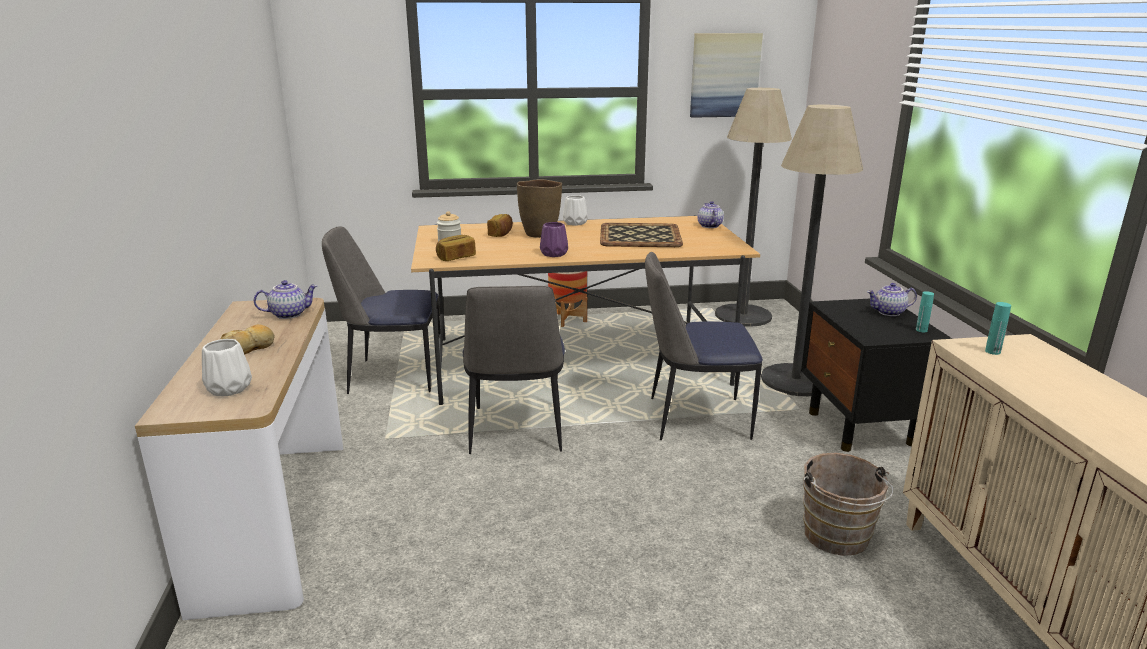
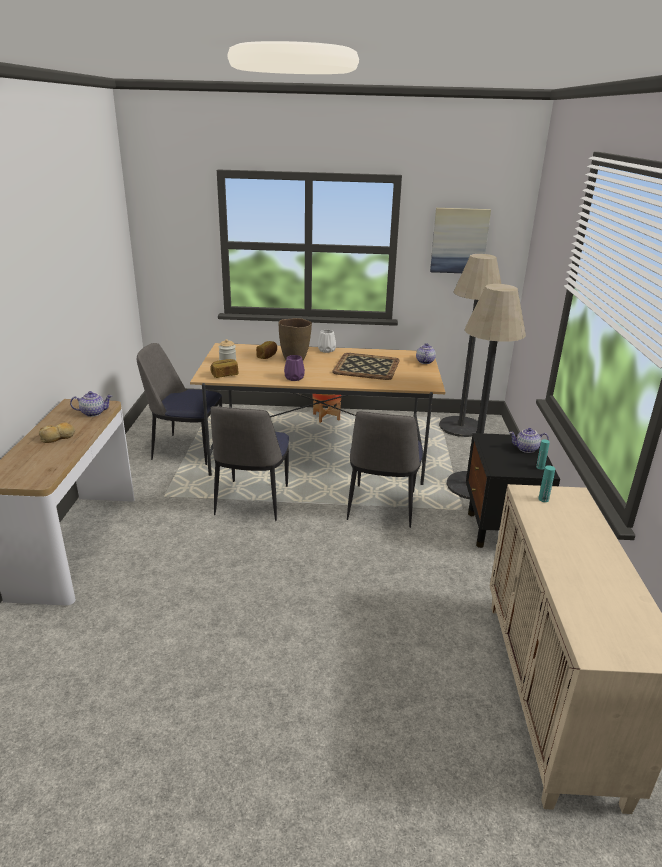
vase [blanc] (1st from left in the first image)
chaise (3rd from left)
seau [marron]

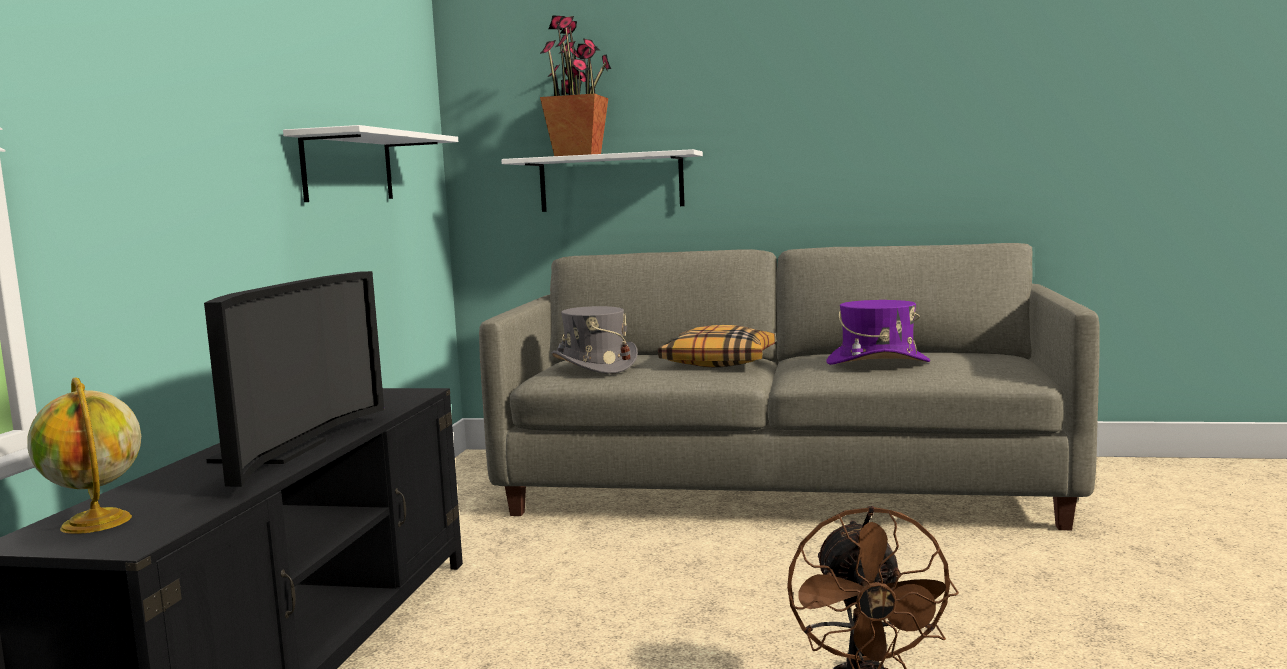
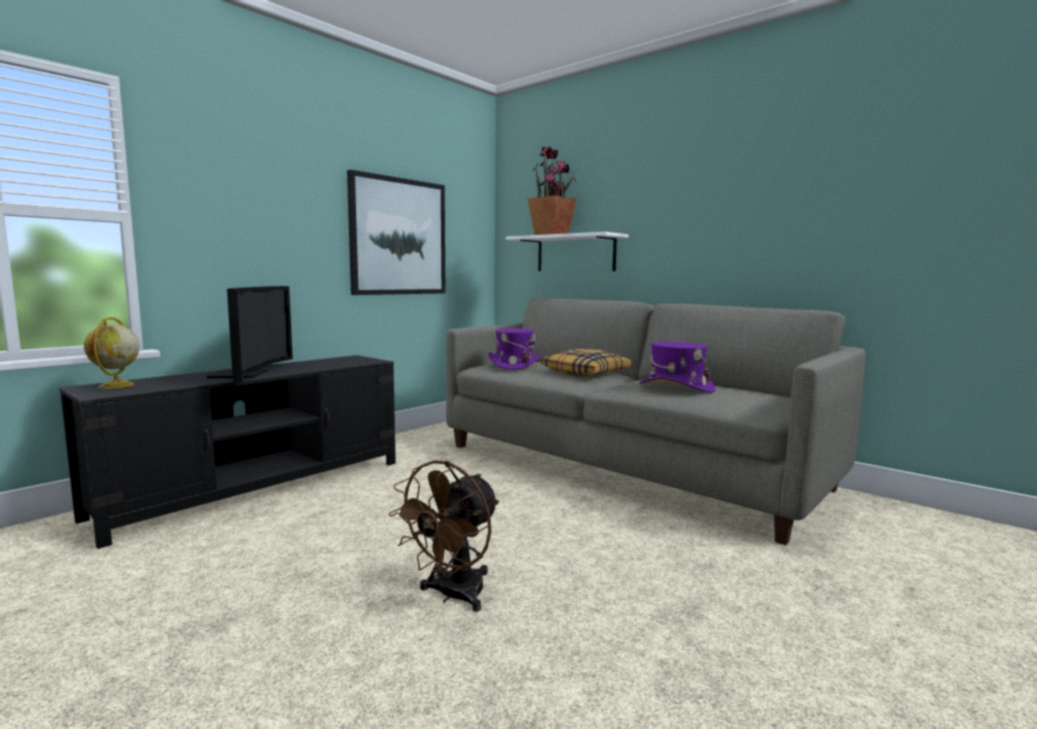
téléviseur
tableau
chapeau [violet] (1st from left)

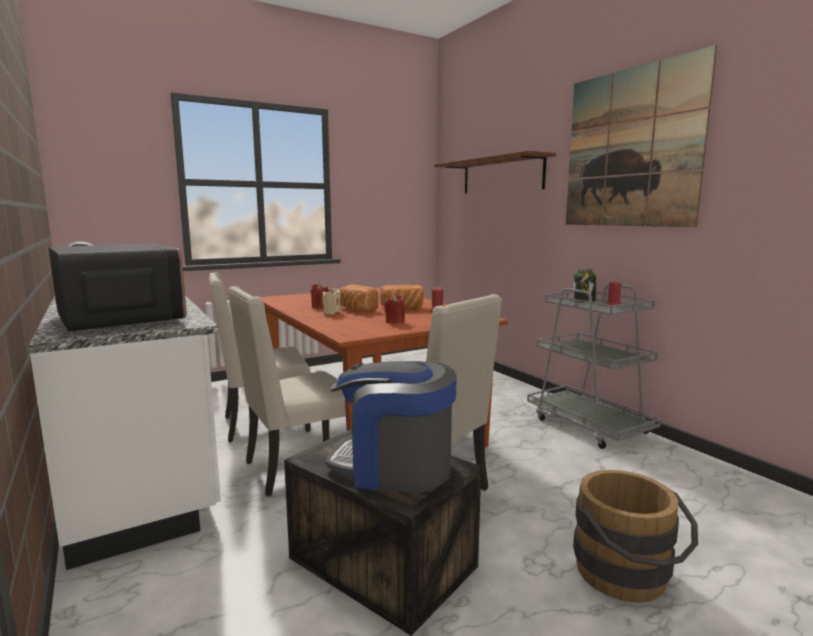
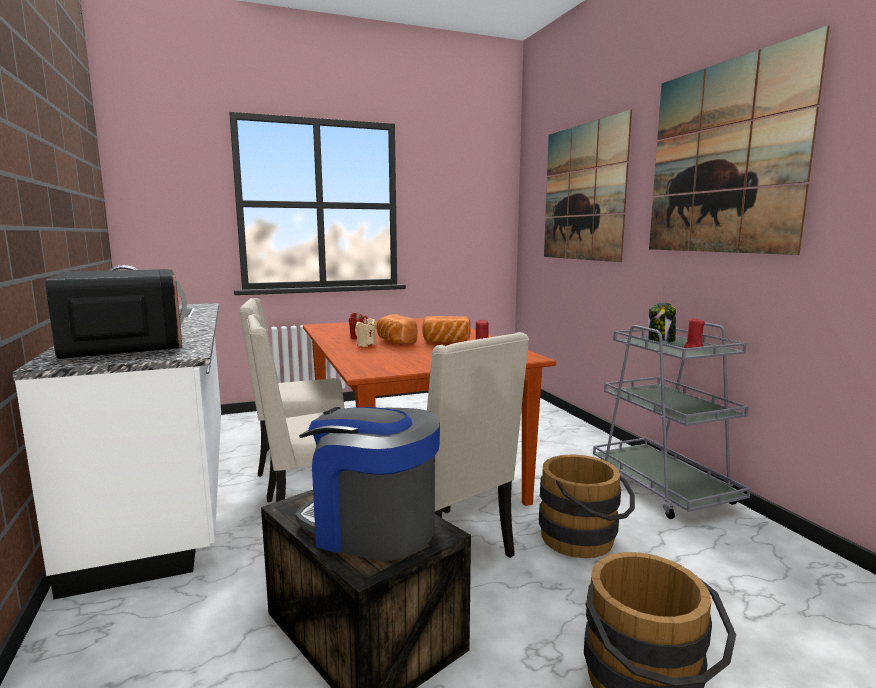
bougie [rouge] (2nd from left in the first image)
tableau (1st from left)
seau [marron] (1st from left)

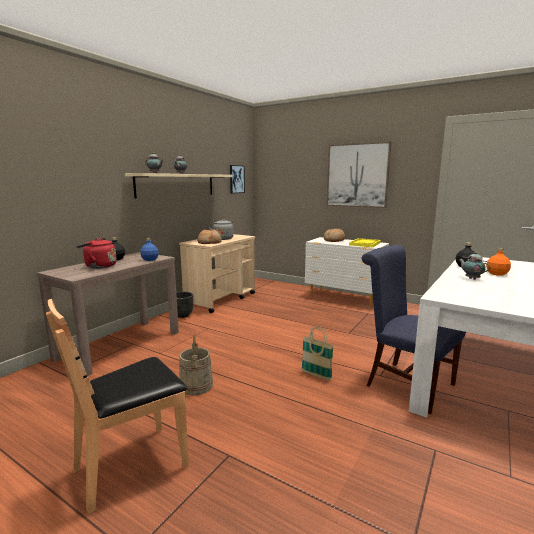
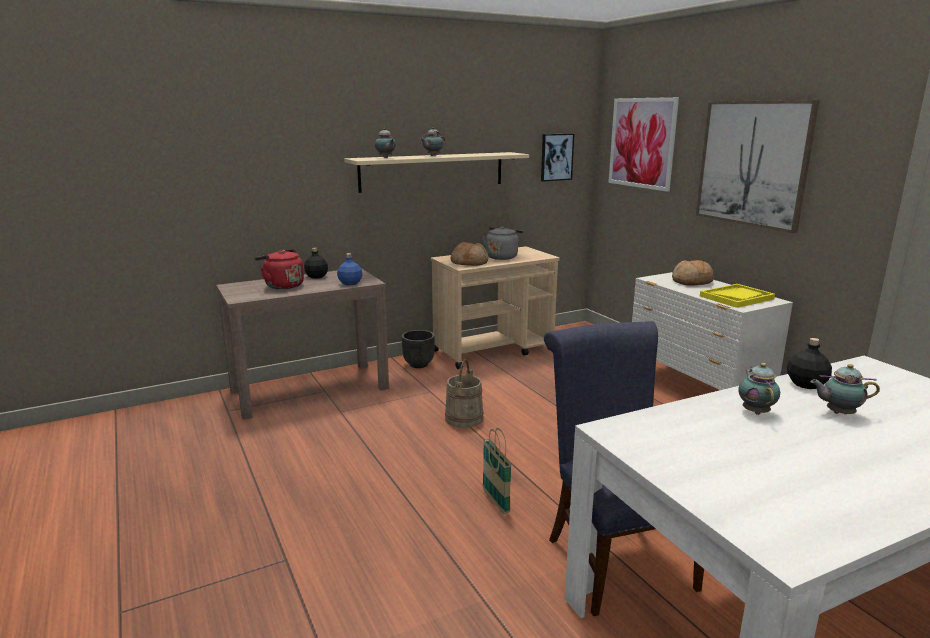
chaise [marron]
seau [beige]
théière (4th from left)
tableau (2nd from left)

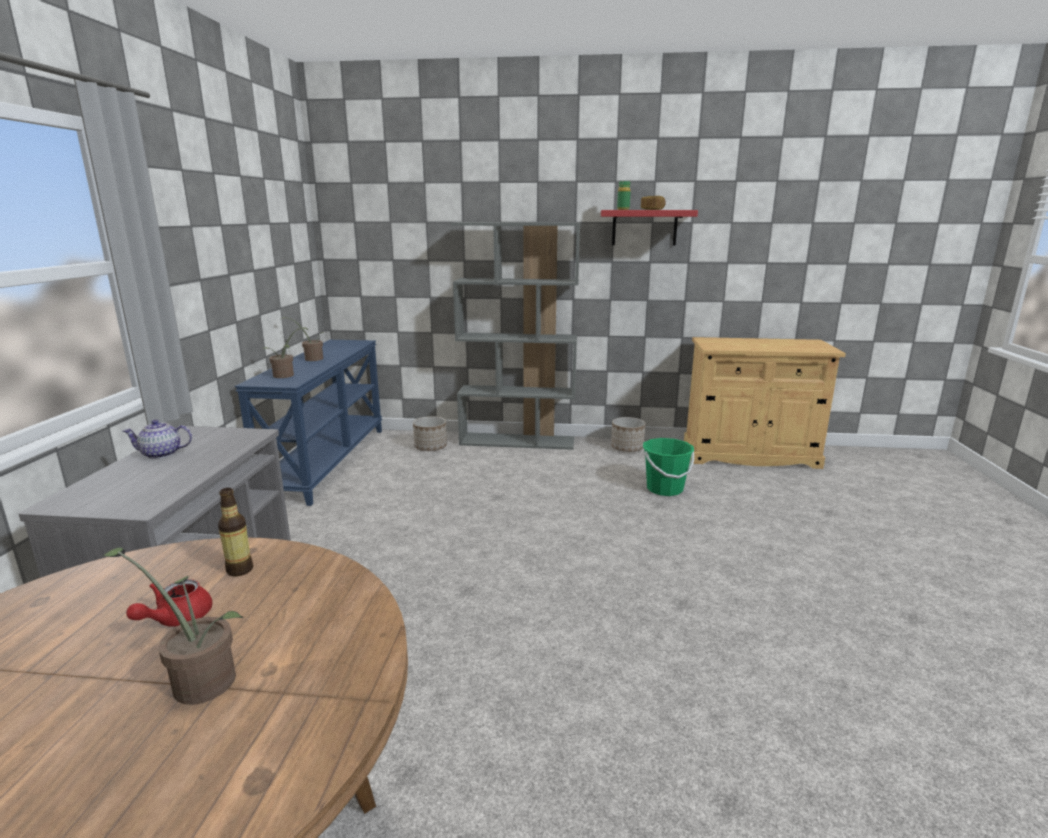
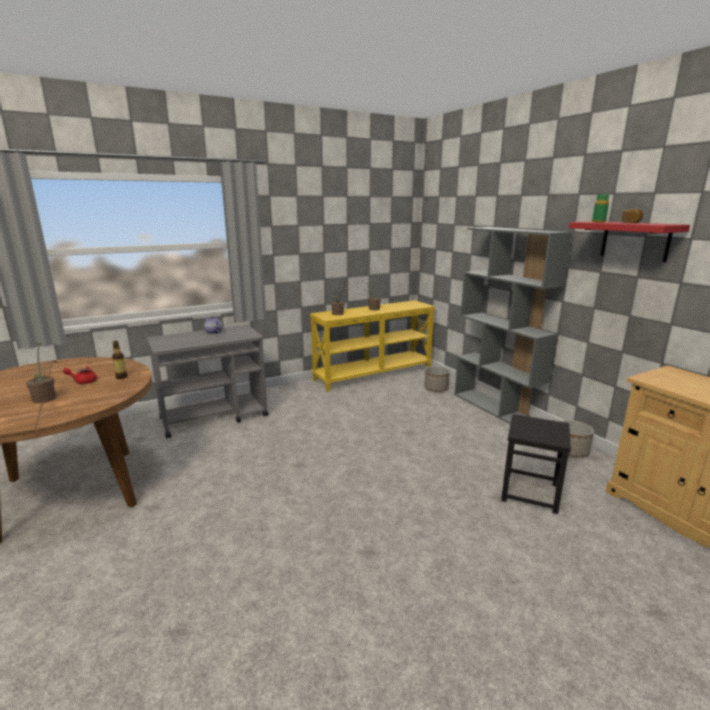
table console [jaune]
tabouret [noir]

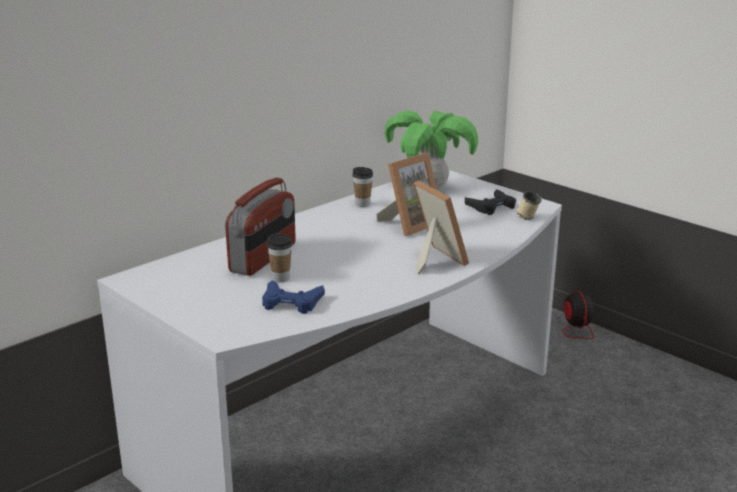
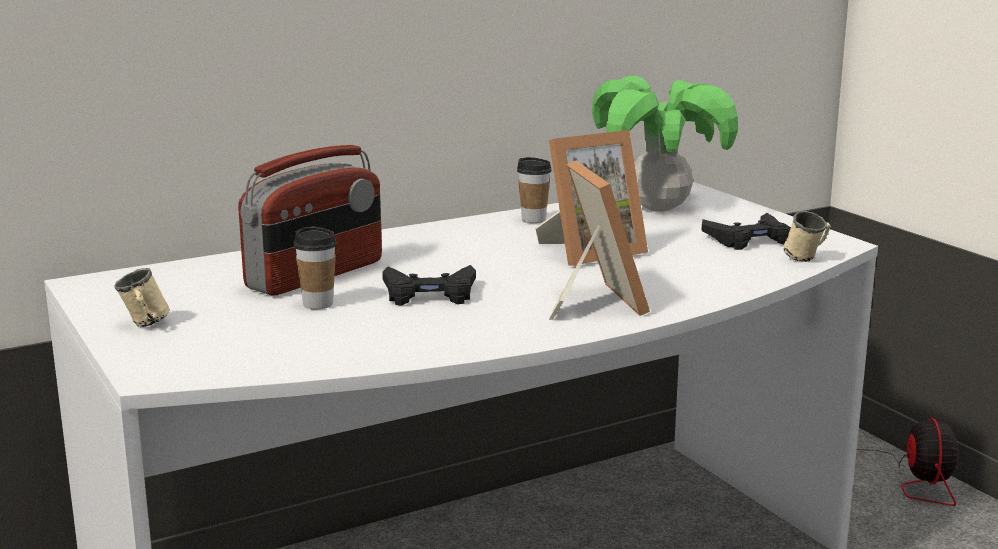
manette [bleu]
mug [beige] (1st from left)
manette [noir] (1st from left)

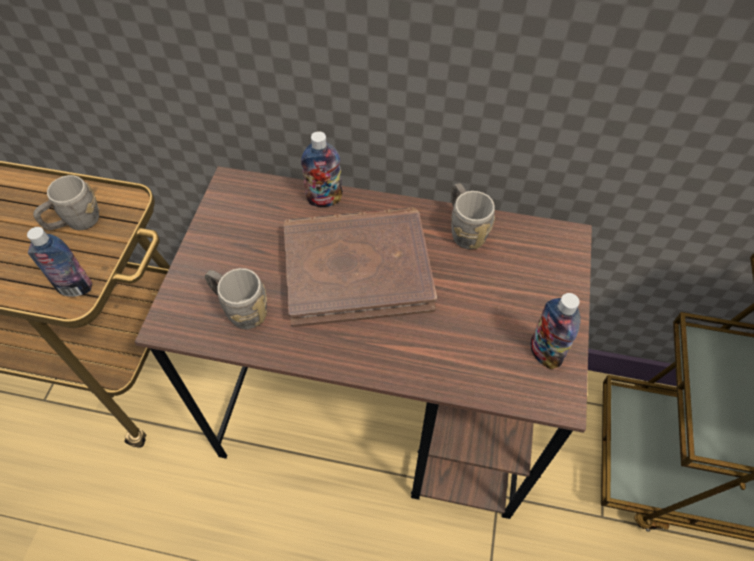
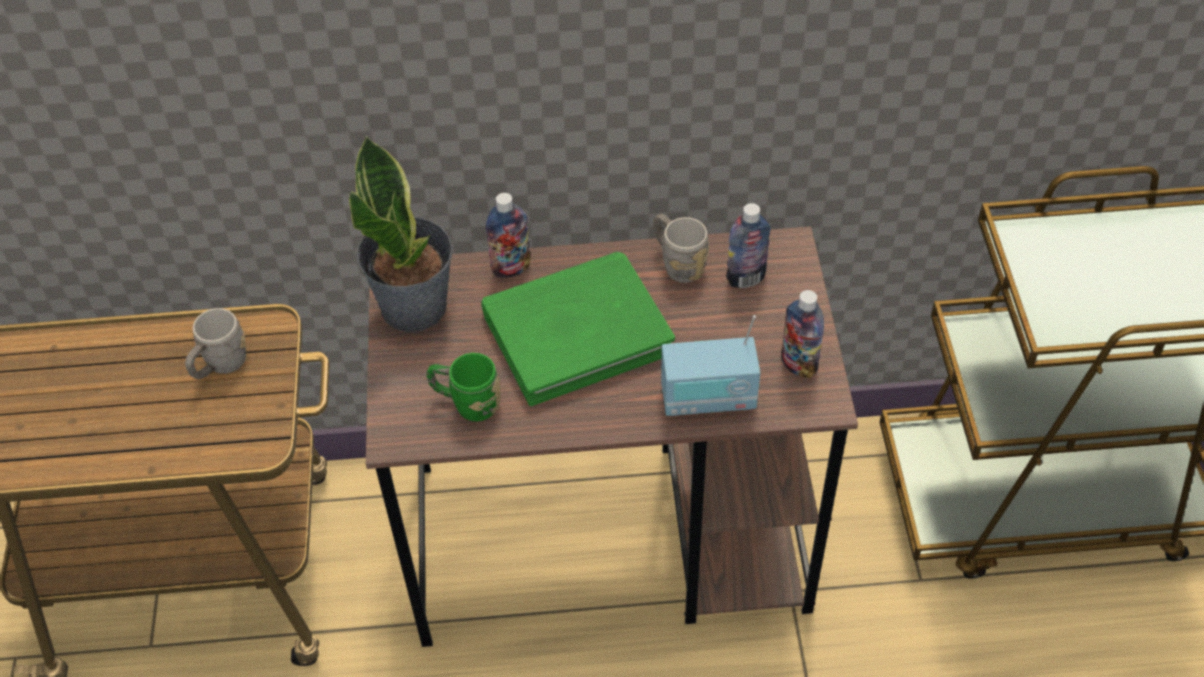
bouteille (2nd from left)
mug [vert]
livre [vert]
plante en pot
radio

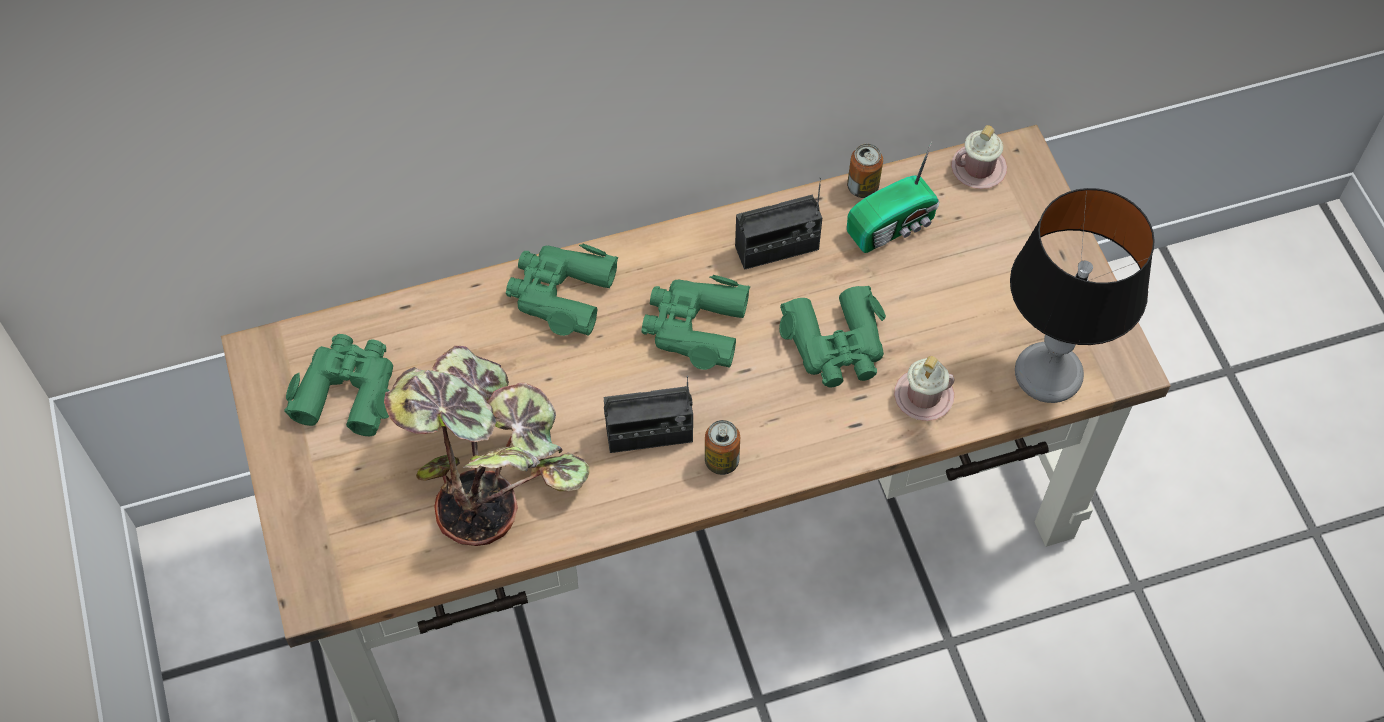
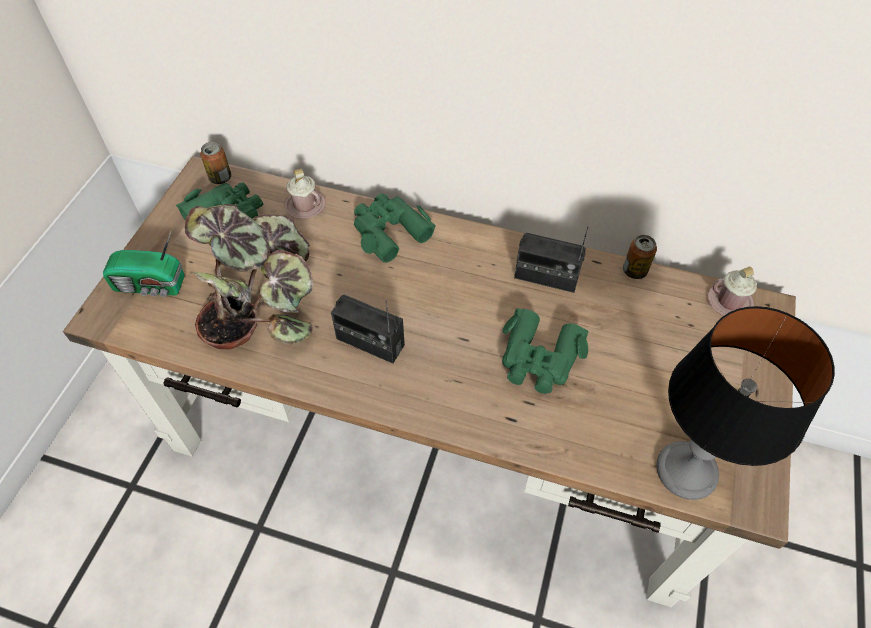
jumelles [vert] (3rd from left in the first image)
boîte métallique (1st from left)
radio (1st from left)
mug [rose] (1st from left)

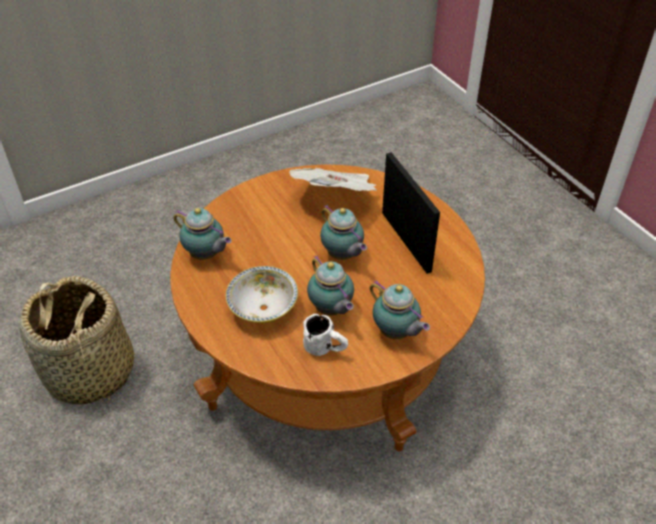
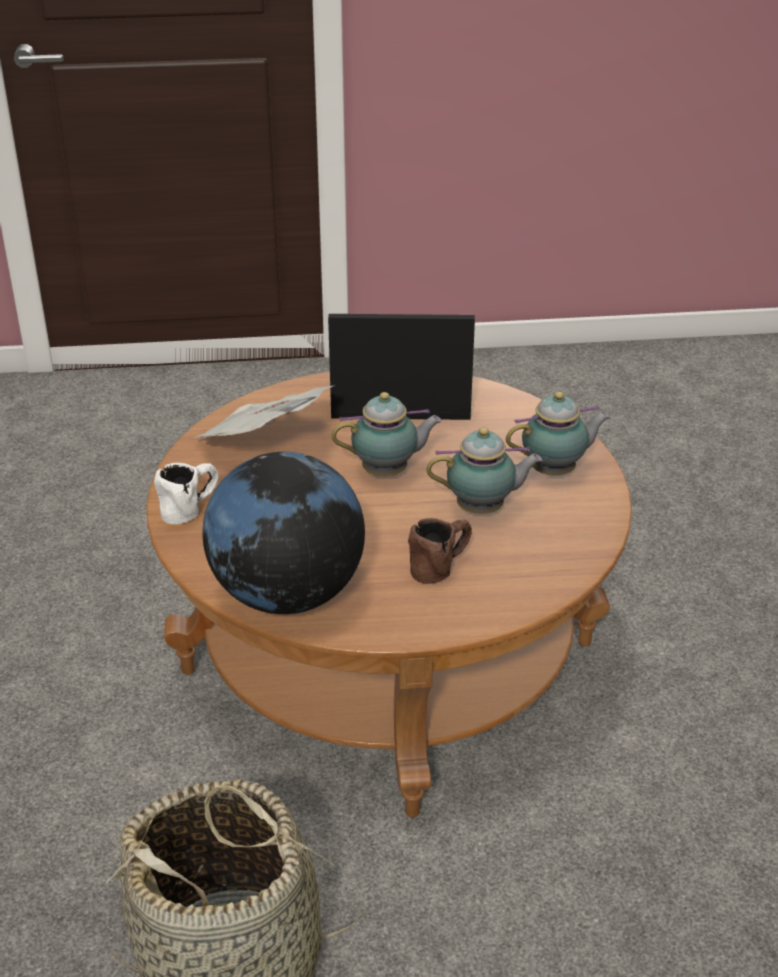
globe
mug [marron]
mug [blanc]

